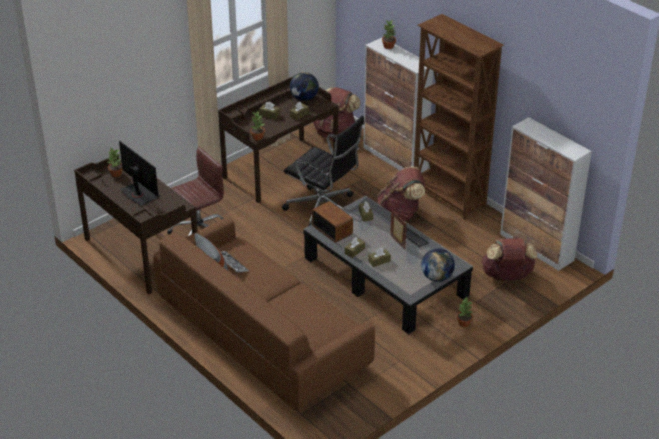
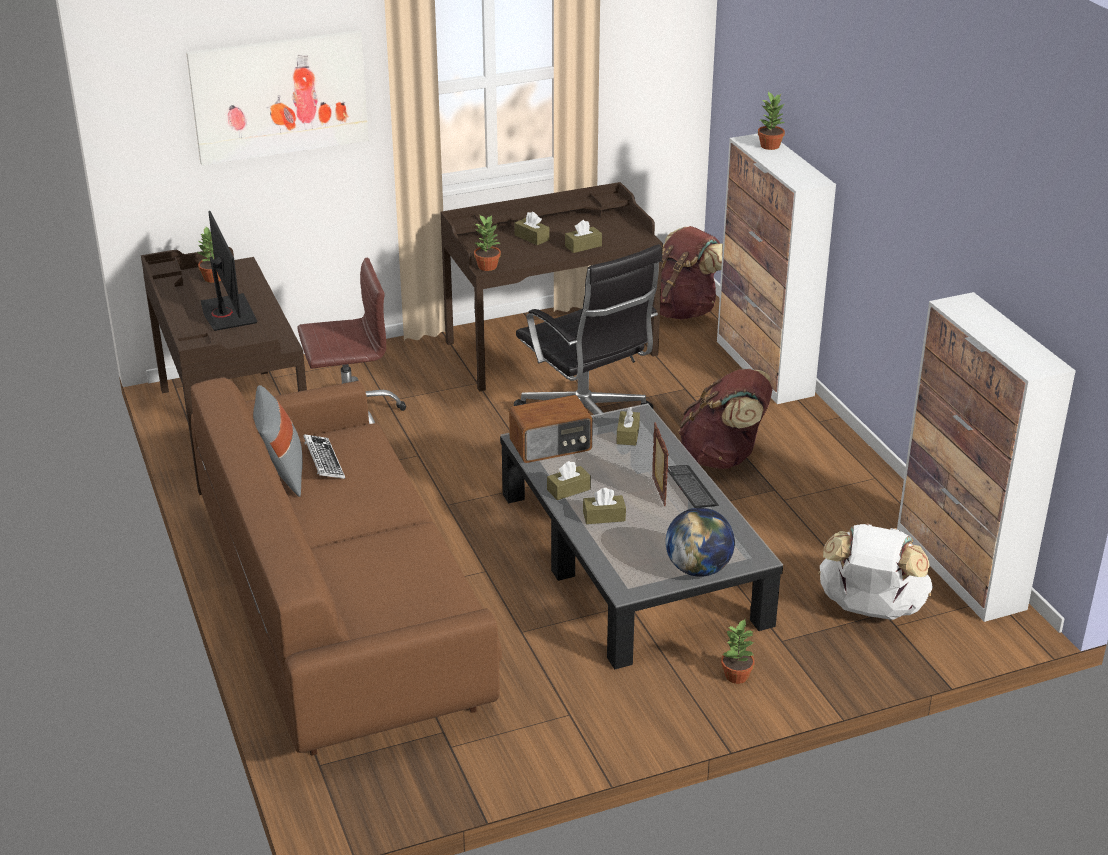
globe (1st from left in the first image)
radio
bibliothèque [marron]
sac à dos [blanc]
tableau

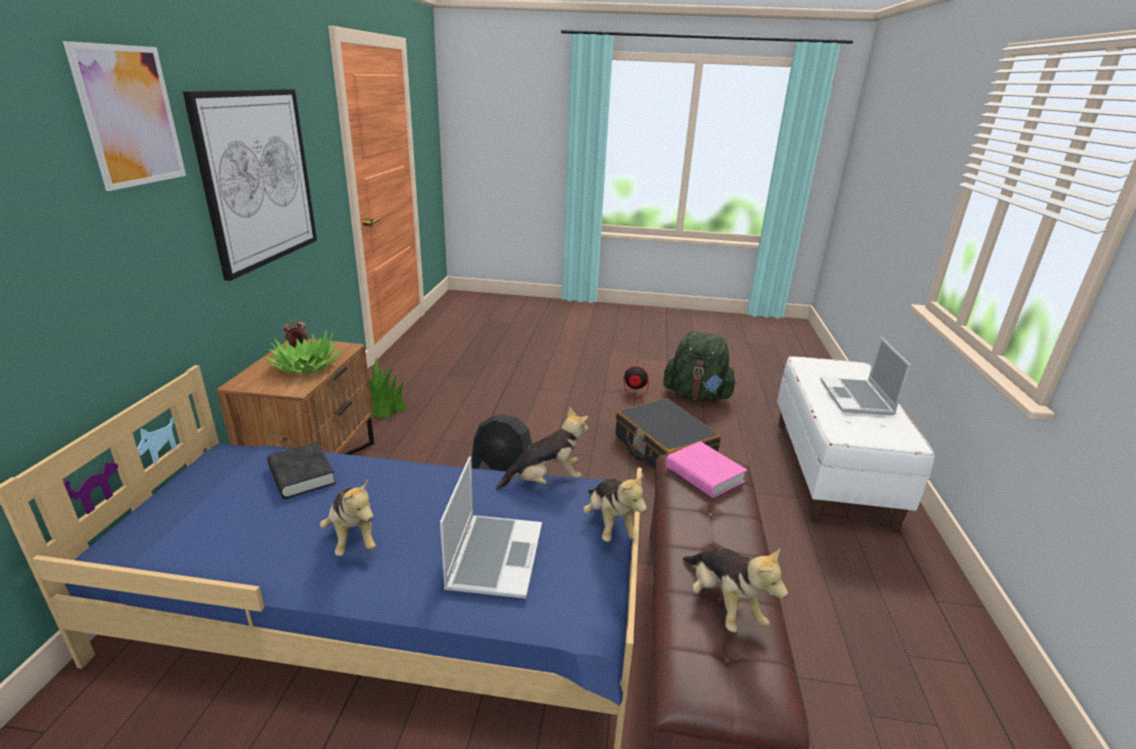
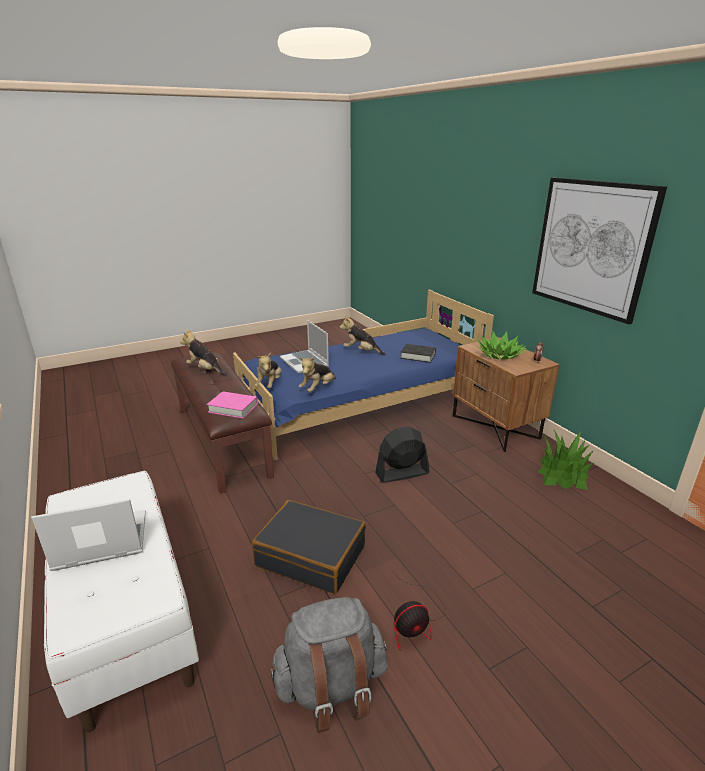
tableau (1st from left in the first image)
peluche (2nd from left)
sac à dos [gris]
ordinateur portable (1st from left)

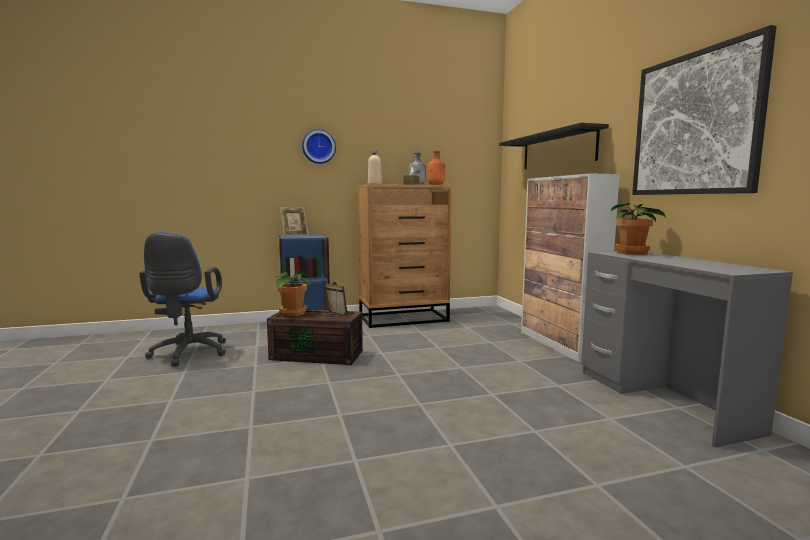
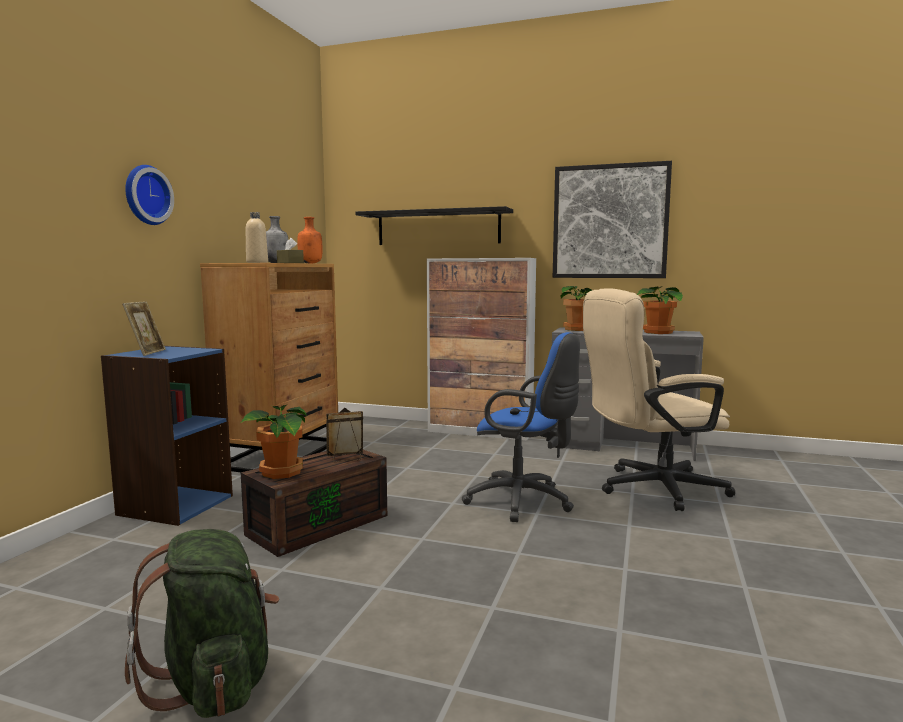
chaise de bureau [bleu]
sac à dos [vert]
chaise de bureau [beige]
plante en pot (3rd from left)

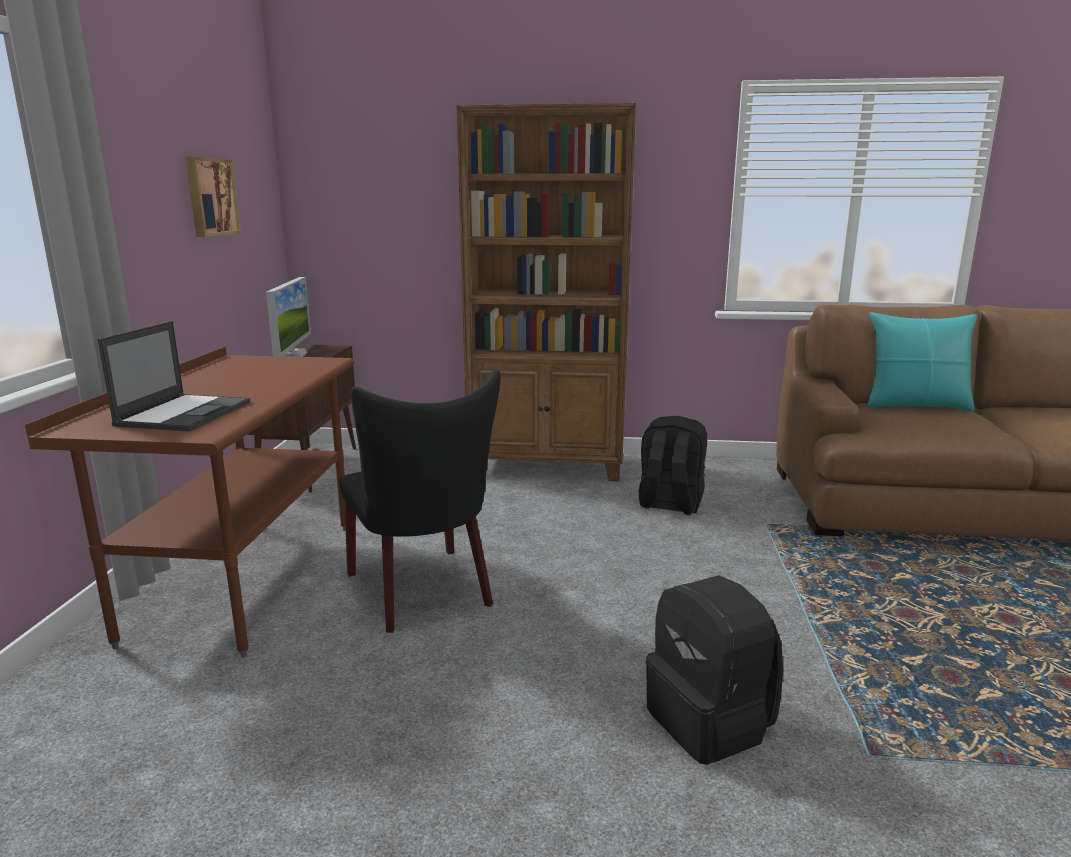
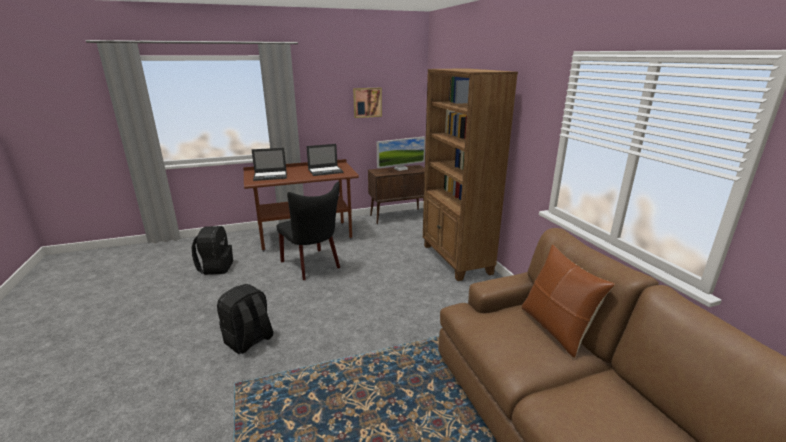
chaise [noir]
sac à dos [noir] (1st from left)
coussin [marron]
ordinateur portable (2nd from left)

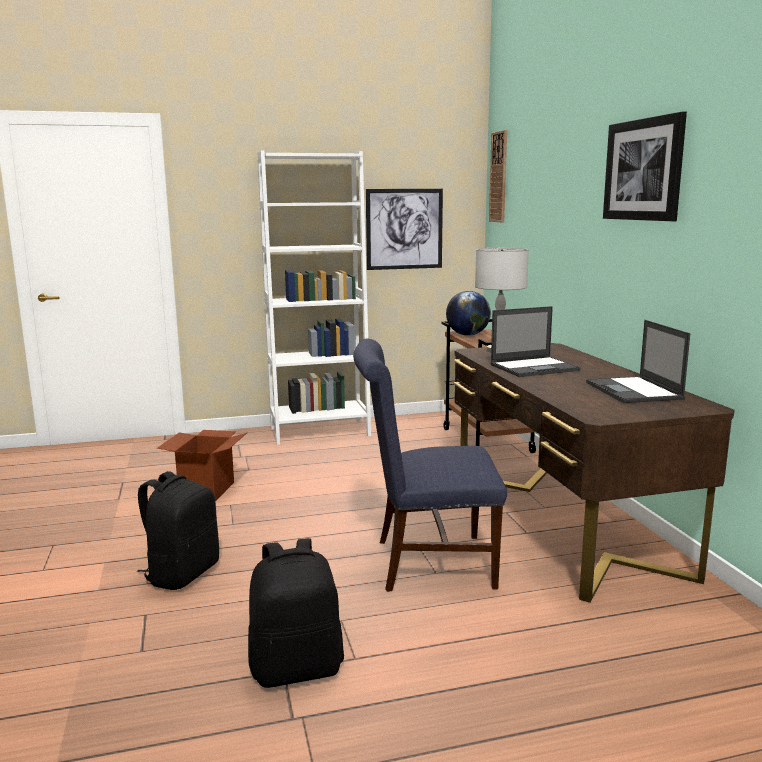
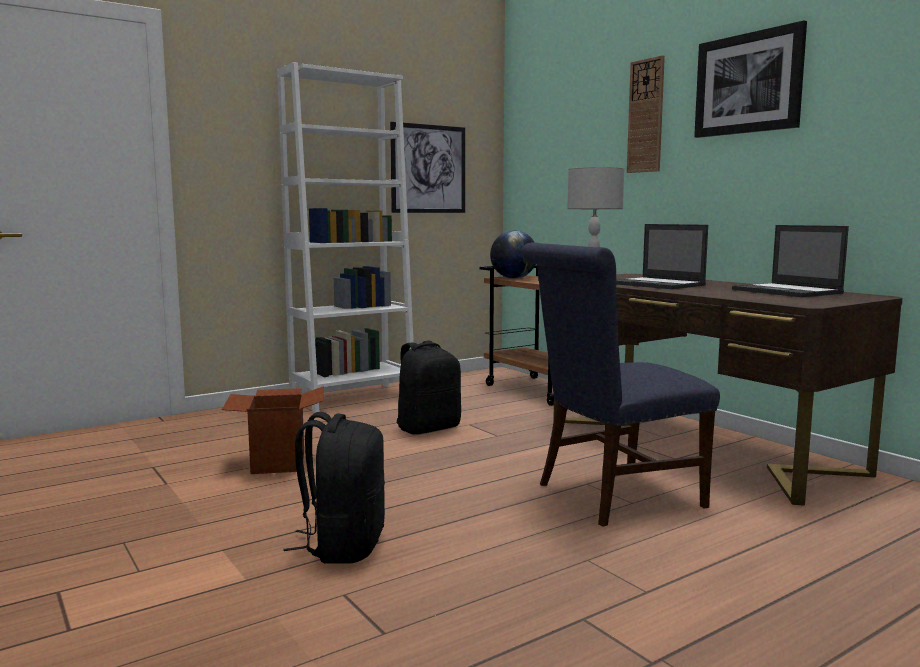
sac à dos [noir] (2nd from left)
horloge murale
ordinateur portable (1st from left)

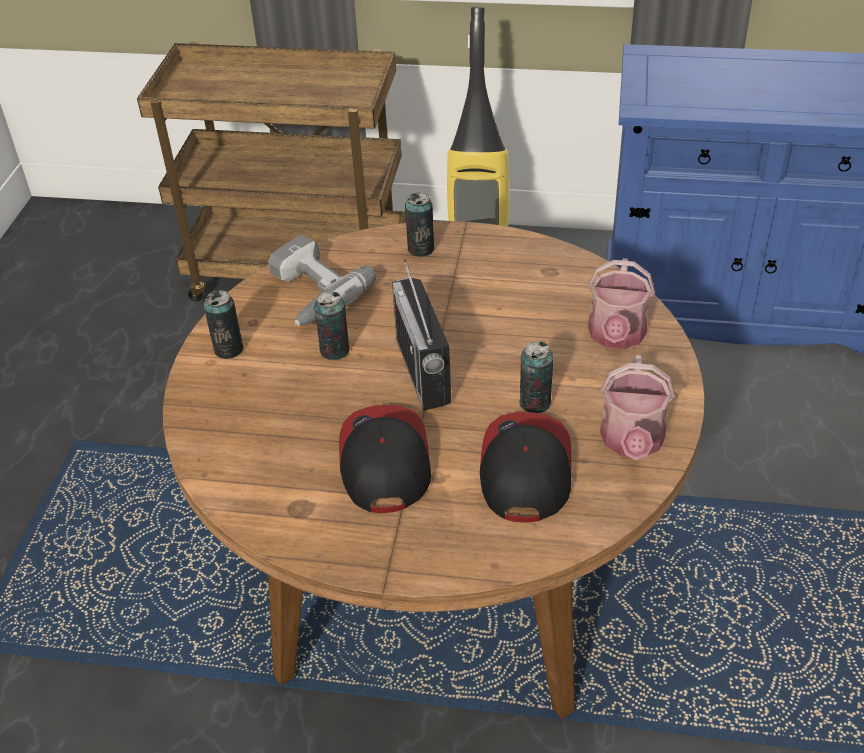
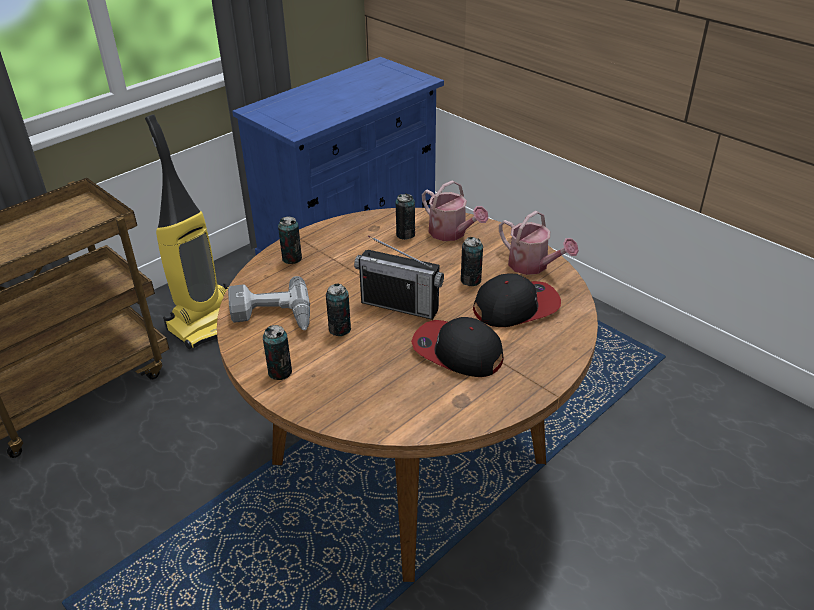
casquette (2nd from left)
boîte métallique (4th from left)

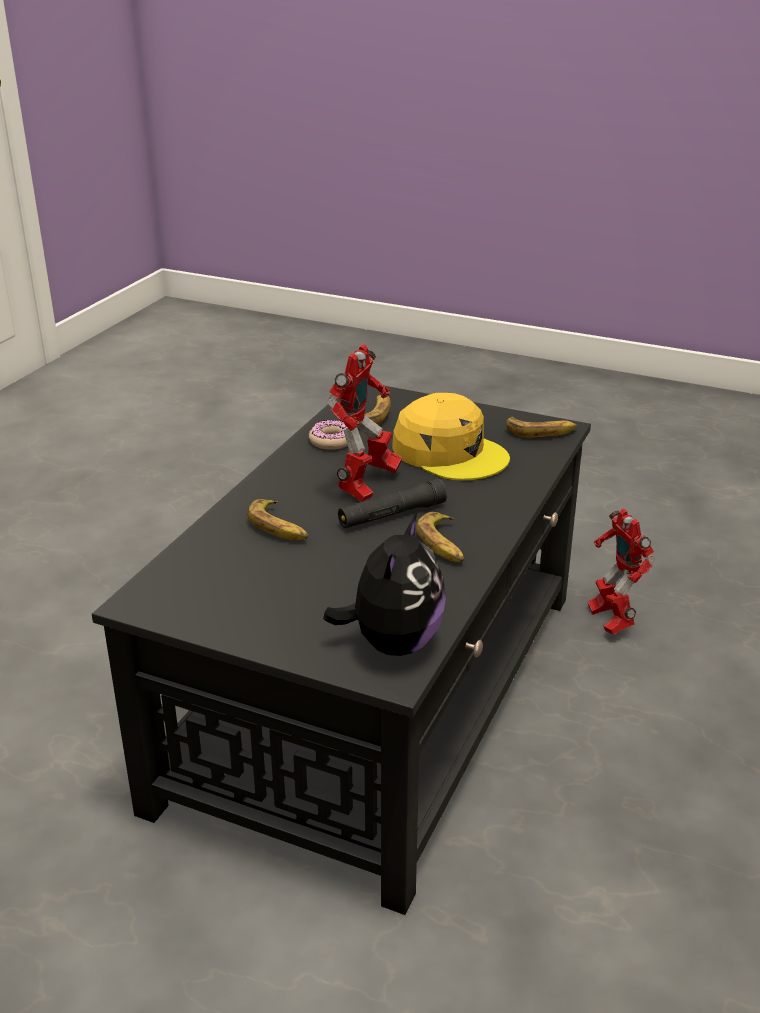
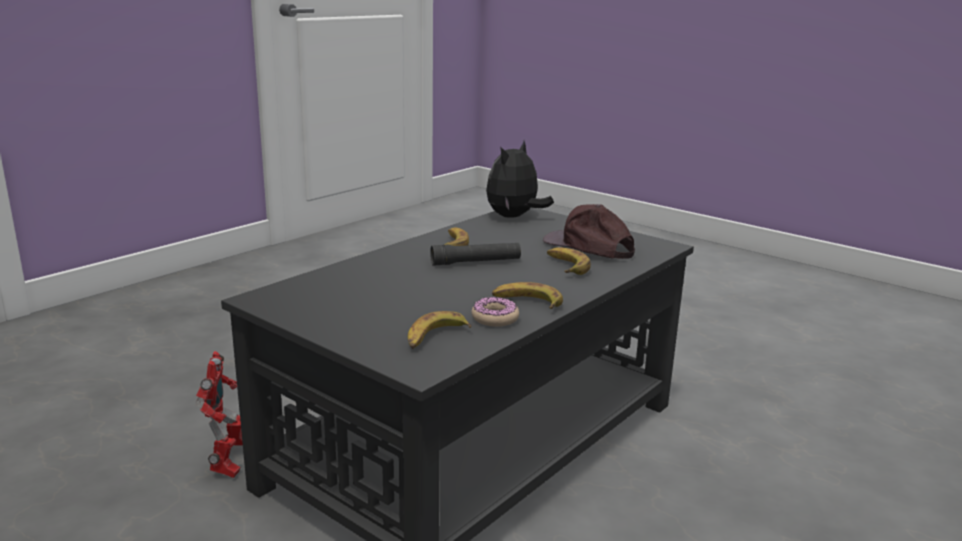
robot jouet (1st from left in the first image)
casquette [jaune]
banane (3rd from left)
casquette [marron]

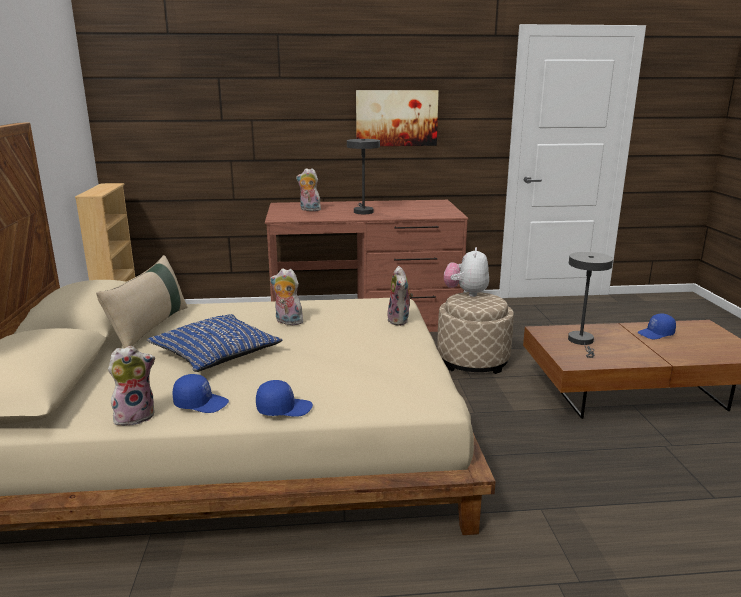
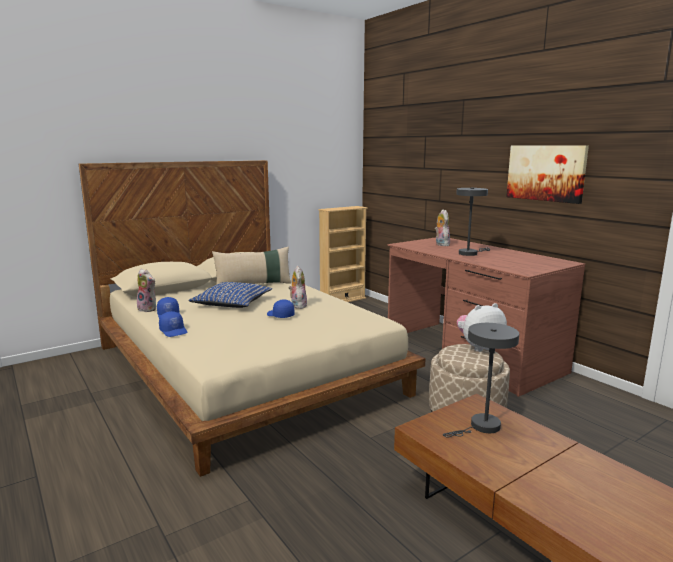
peluche (4th from left in the first image)
casquette [bleu] (3rd from left)

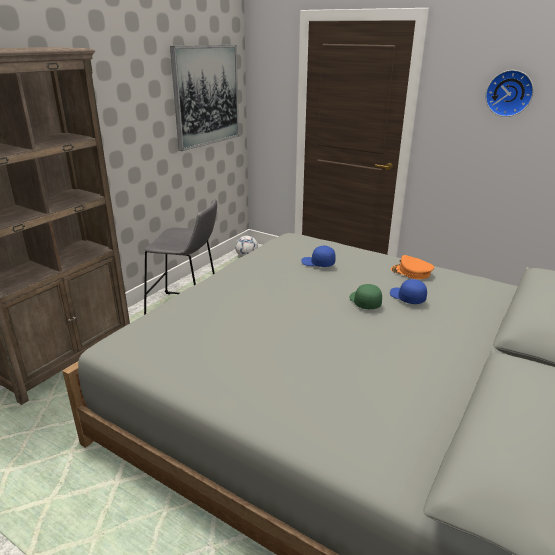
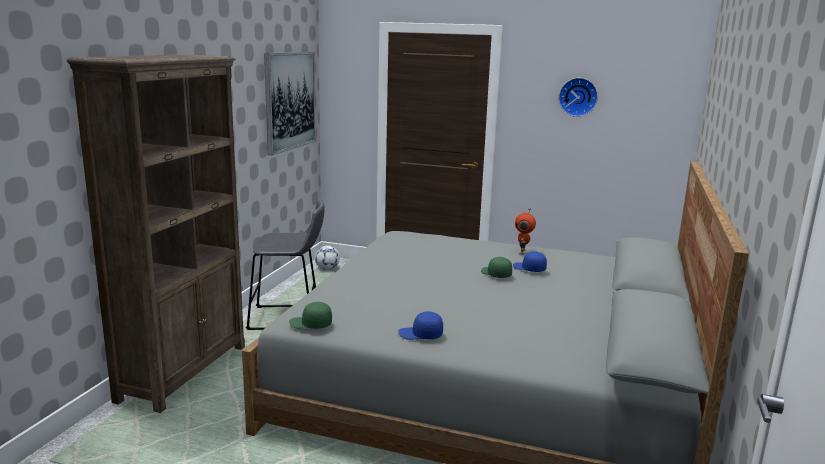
casquette [bleu] (1st from left)
robot jouet
casquette [vert] (1st from left)

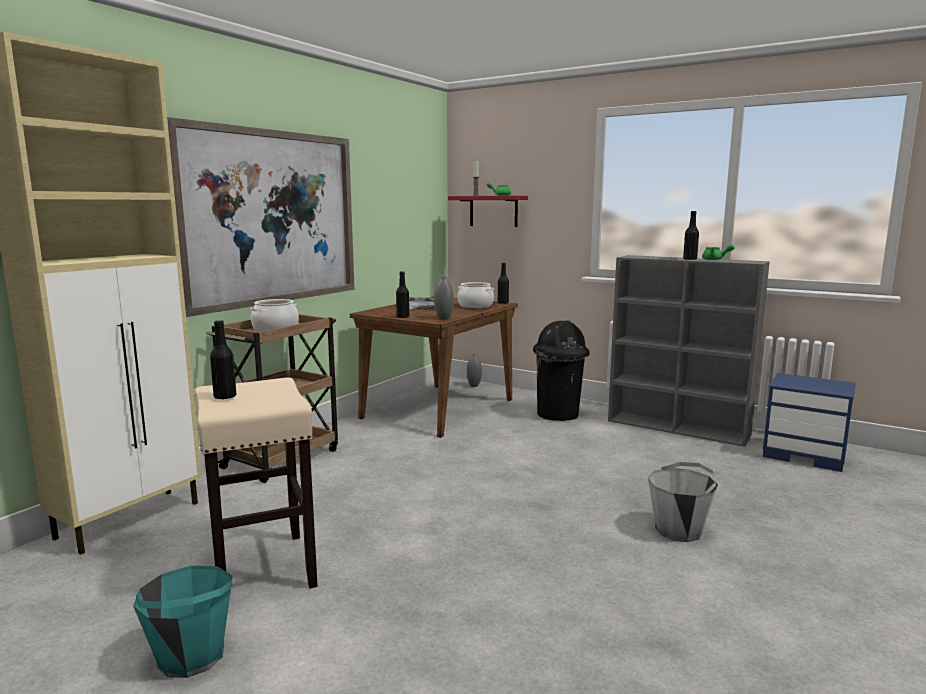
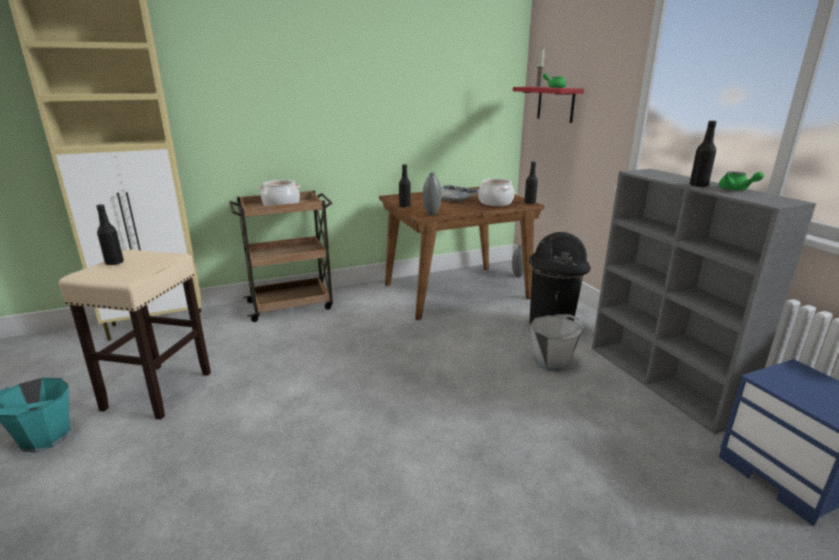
tableau
seau [gris]

